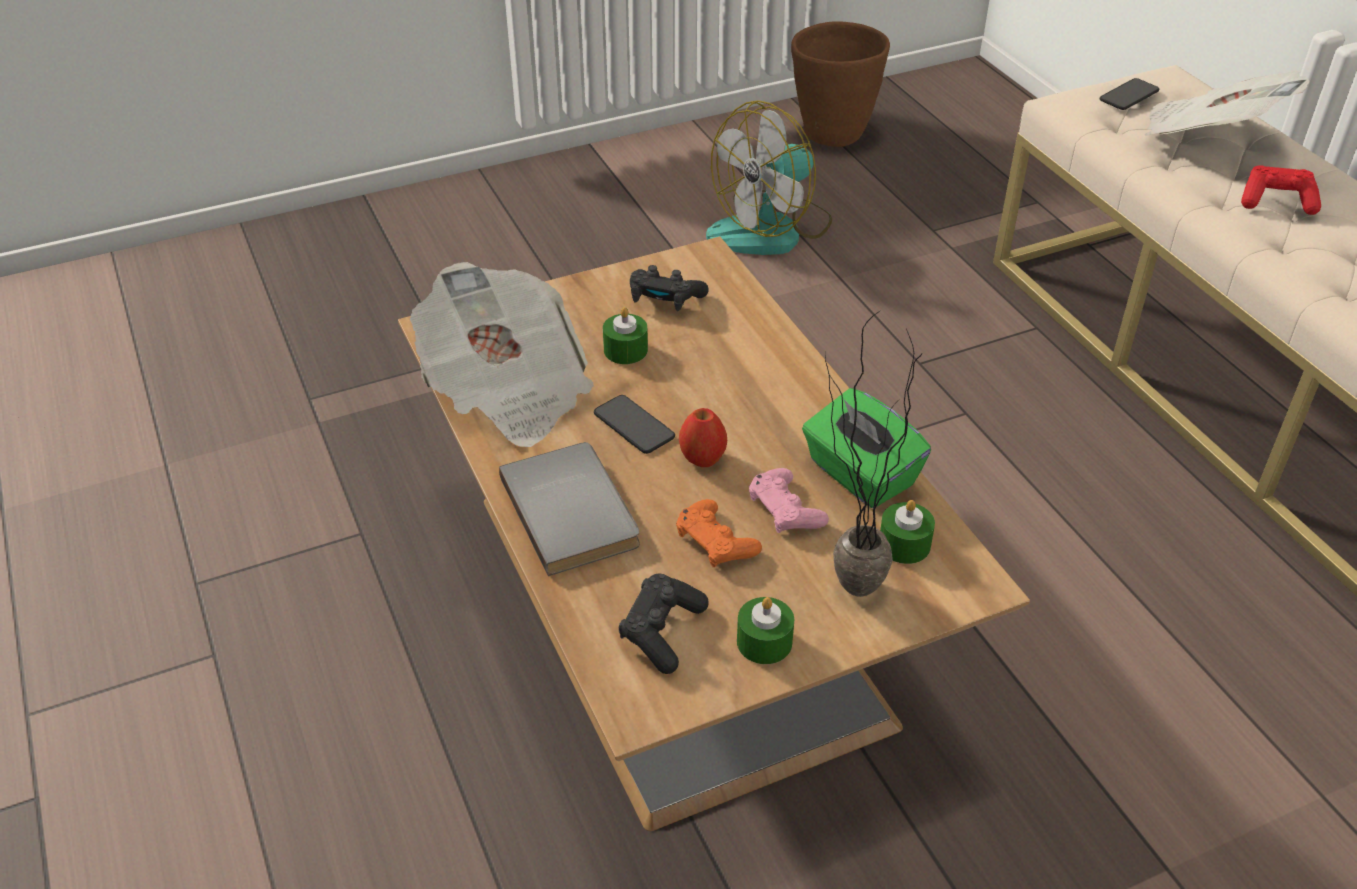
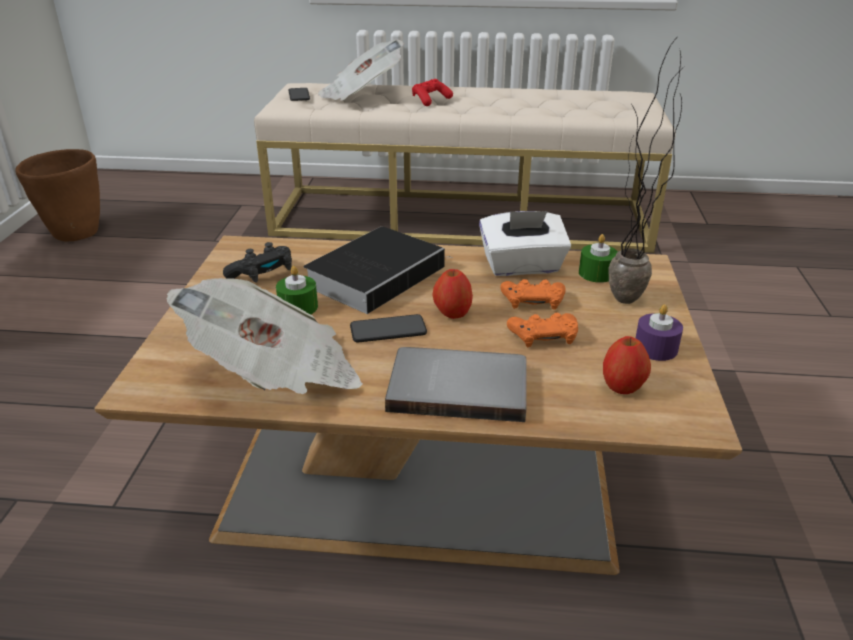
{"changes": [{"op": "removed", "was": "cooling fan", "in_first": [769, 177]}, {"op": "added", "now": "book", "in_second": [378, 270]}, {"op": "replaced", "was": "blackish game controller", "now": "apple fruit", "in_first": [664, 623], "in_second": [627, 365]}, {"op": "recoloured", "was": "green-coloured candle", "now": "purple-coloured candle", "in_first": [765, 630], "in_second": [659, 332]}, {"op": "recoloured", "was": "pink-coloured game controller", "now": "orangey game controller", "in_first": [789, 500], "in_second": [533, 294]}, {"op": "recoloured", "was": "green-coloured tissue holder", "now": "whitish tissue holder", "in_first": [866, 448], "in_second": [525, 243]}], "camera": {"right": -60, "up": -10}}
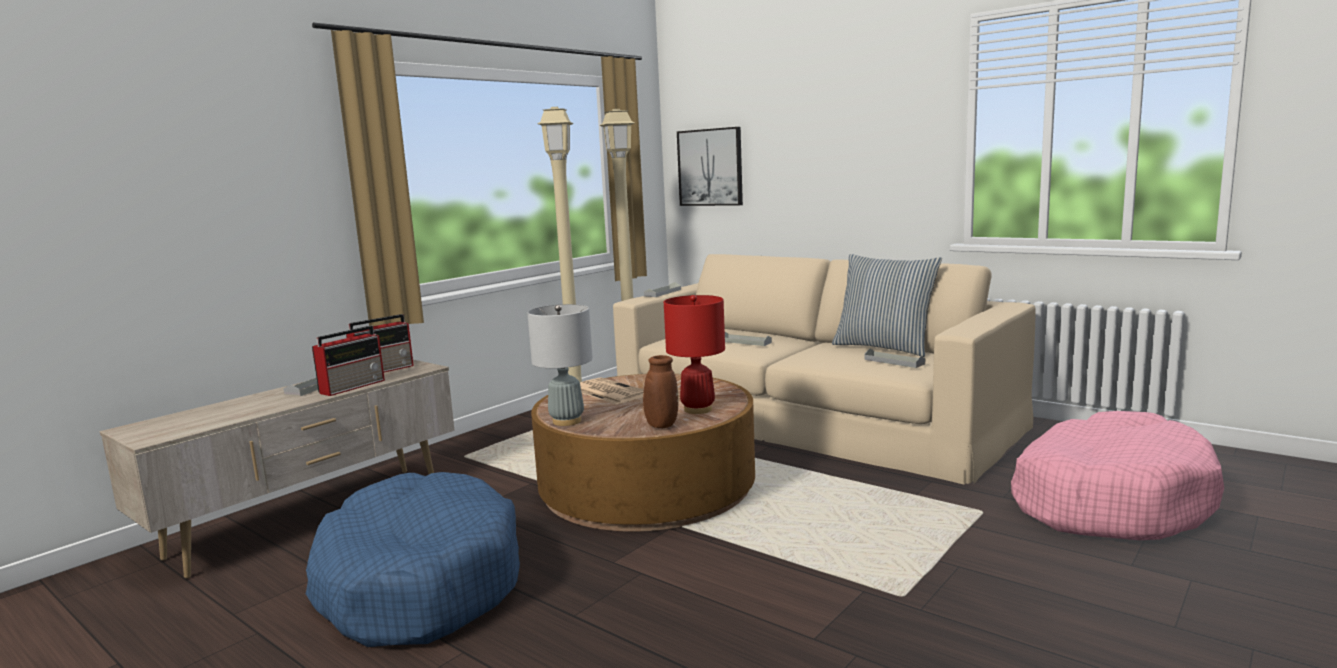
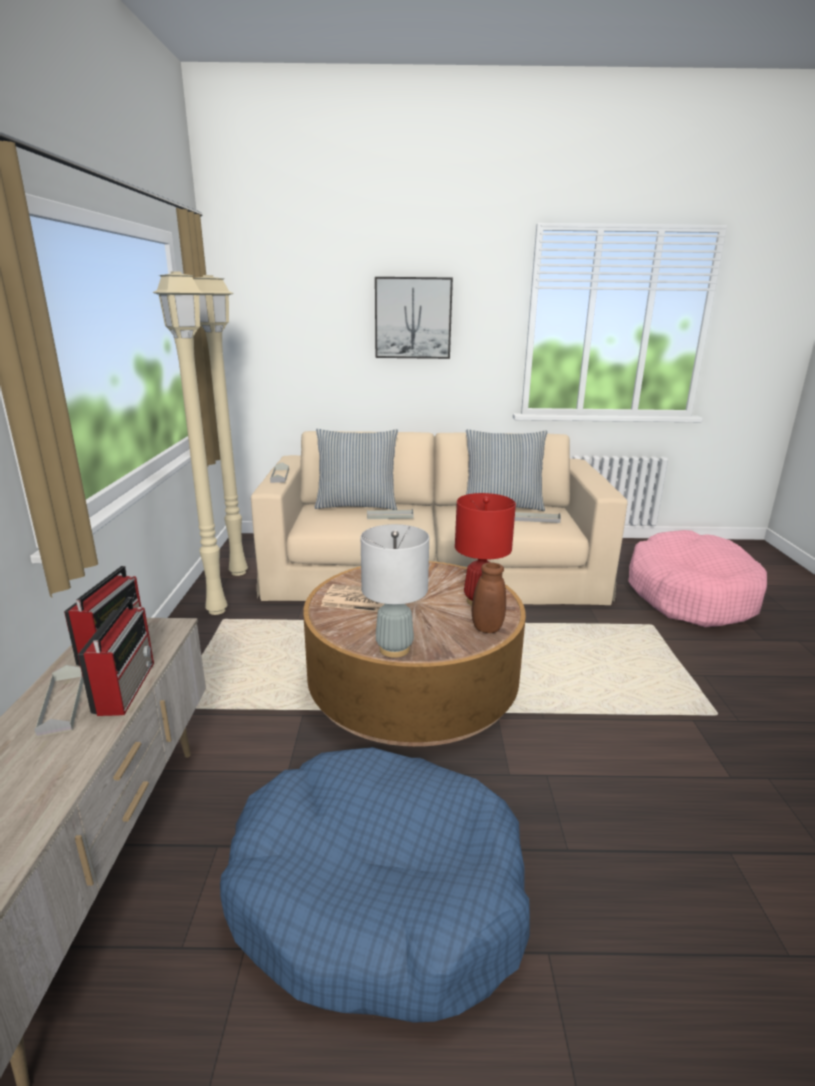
{"changes": [{"op": "added", "now": "cushion", "in_second": [356, 469]}, {"op": "moved", "was": "wall art", "in_first": [710, 166], "in_second": [414, 318]}], "camera": {"right": -40, "up": 10}}
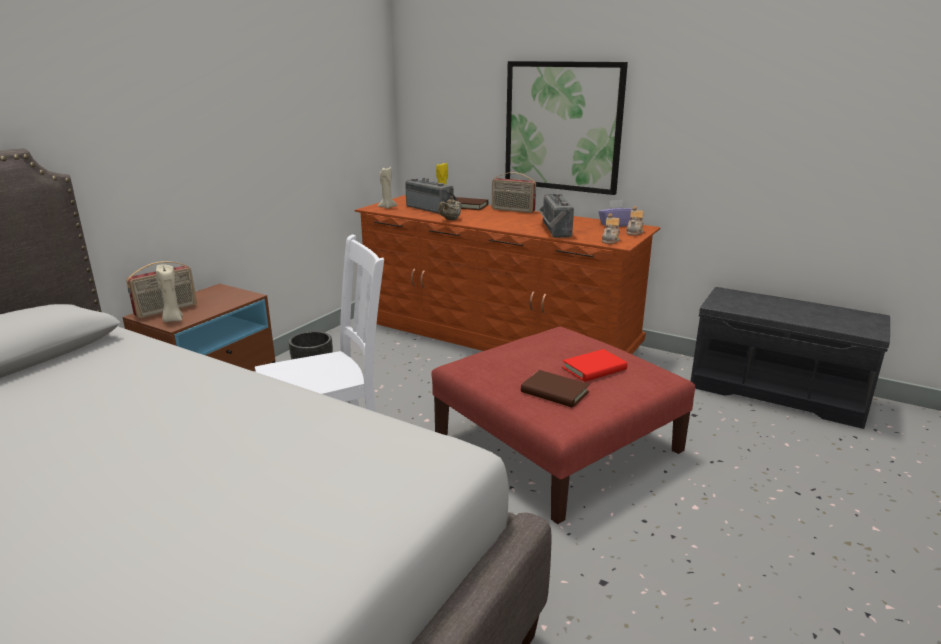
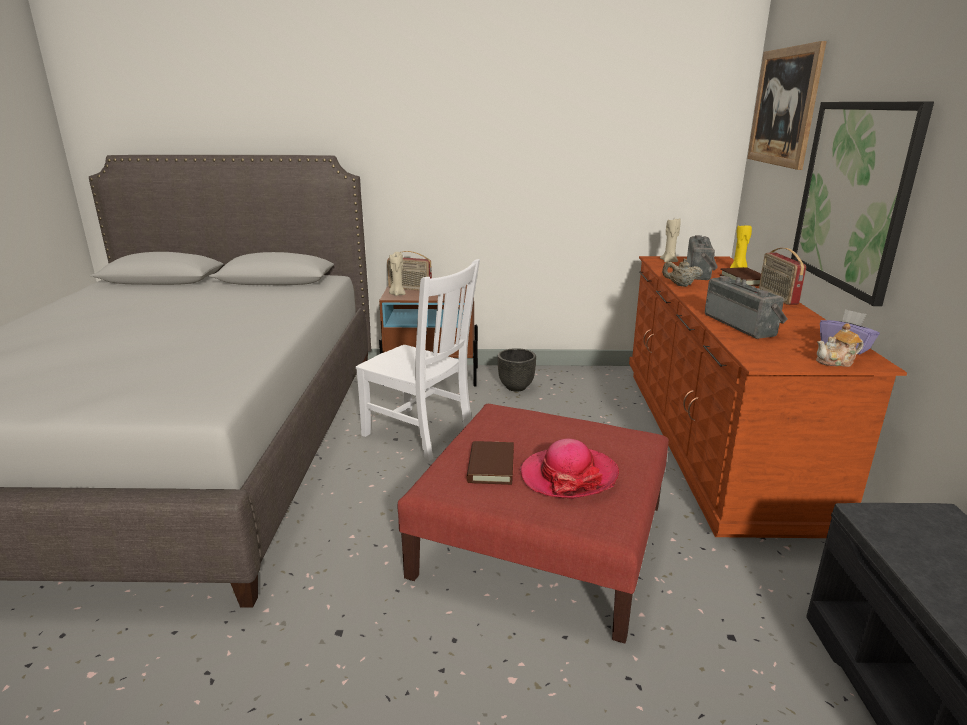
{"changes": [{"op": "removed", "was": "tea pot", "in_first": [611, 228]}, {"op": "added", "now": "wall art", "in_second": [787, 105]}, {"op": "replaced", "was": "red book", "now": "hat", "in_first": [595, 365], "in_second": [569, 469]}, {"op": "turned", "was": "radio receiver", "in_first": [556, 215], "in_second": [746, 307], "clockwise": 105}], "camera": {"right": 60, "up": 0}}
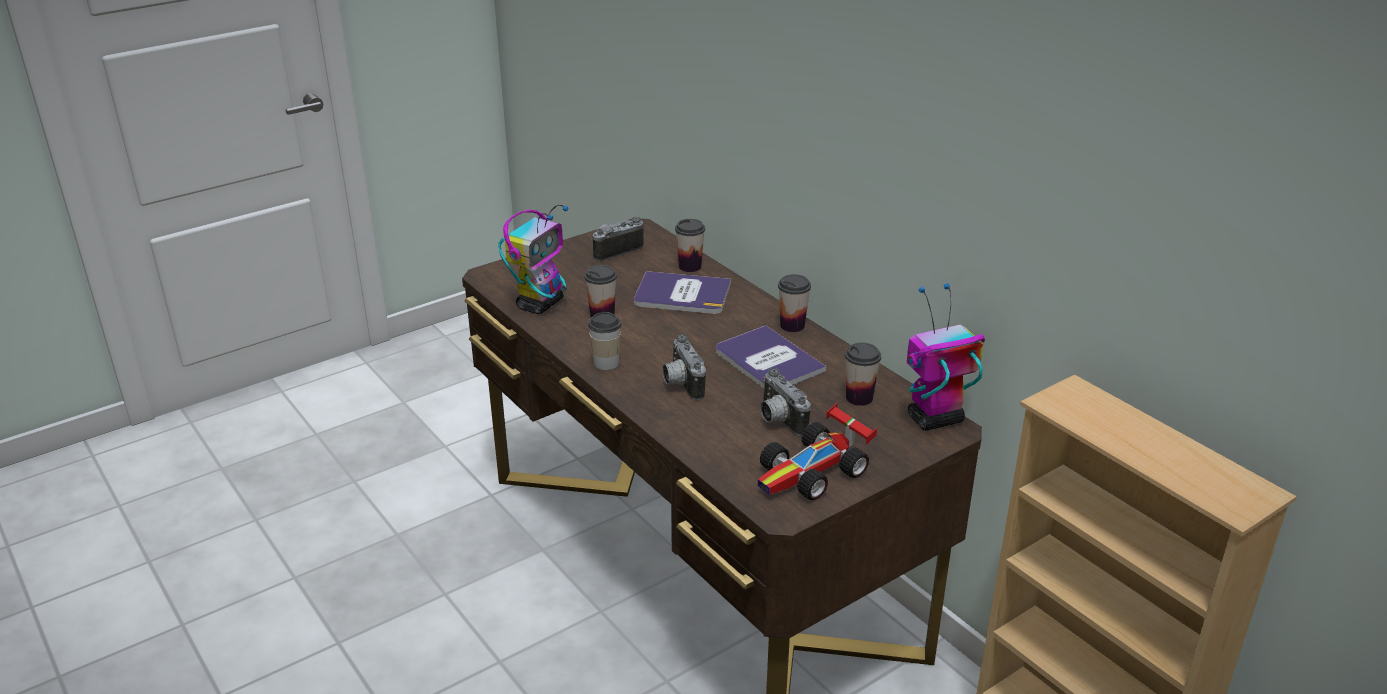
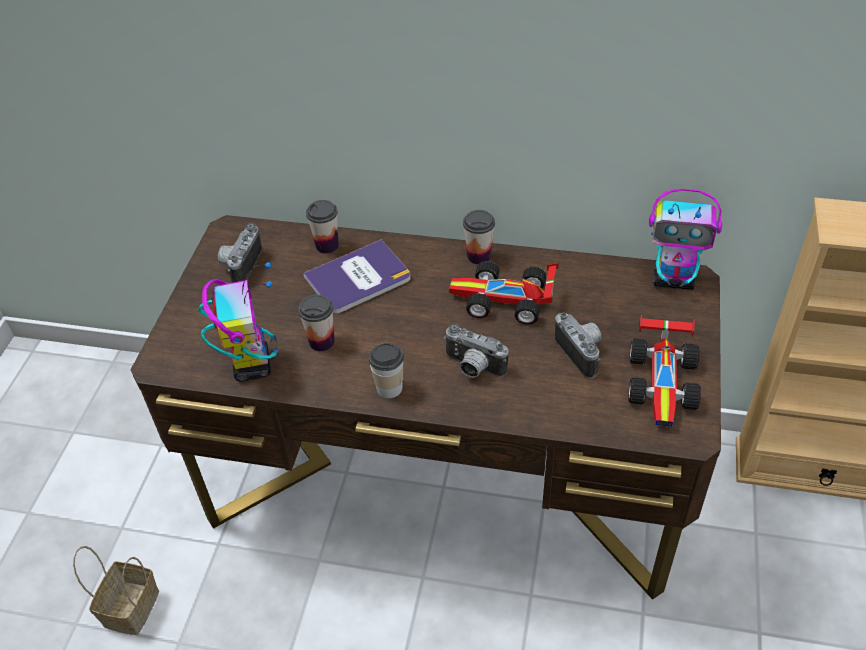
{"changes": [{"op": "removed", "was": "small cup", "in_first": [863, 374]}, {"op": "added", "now": "basket", "in_second": [116, 590]}, {"op": "replaced", "was": "book", "now": "model car", "in_first": [771, 357], "in_second": [504, 293]}, {"op": "turned", "was": "still camera", "in_first": [786, 402], "in_second": [578, 346], "clockwise": -135}, {"op": "turned", "was": "model robot", "in_first": [946, 356], "in_second": [685, 239], "clockwise": -105}], "camera": {"right": -40, "up": 15}}
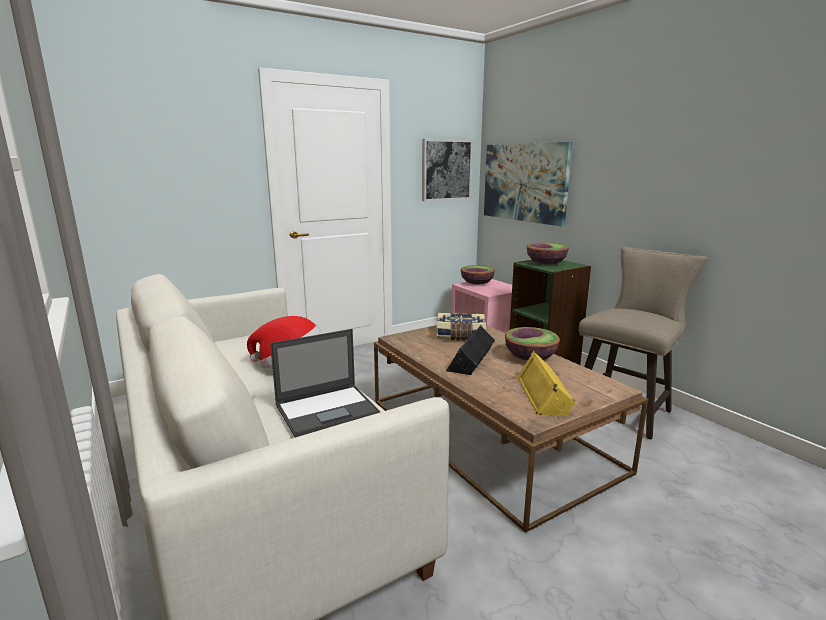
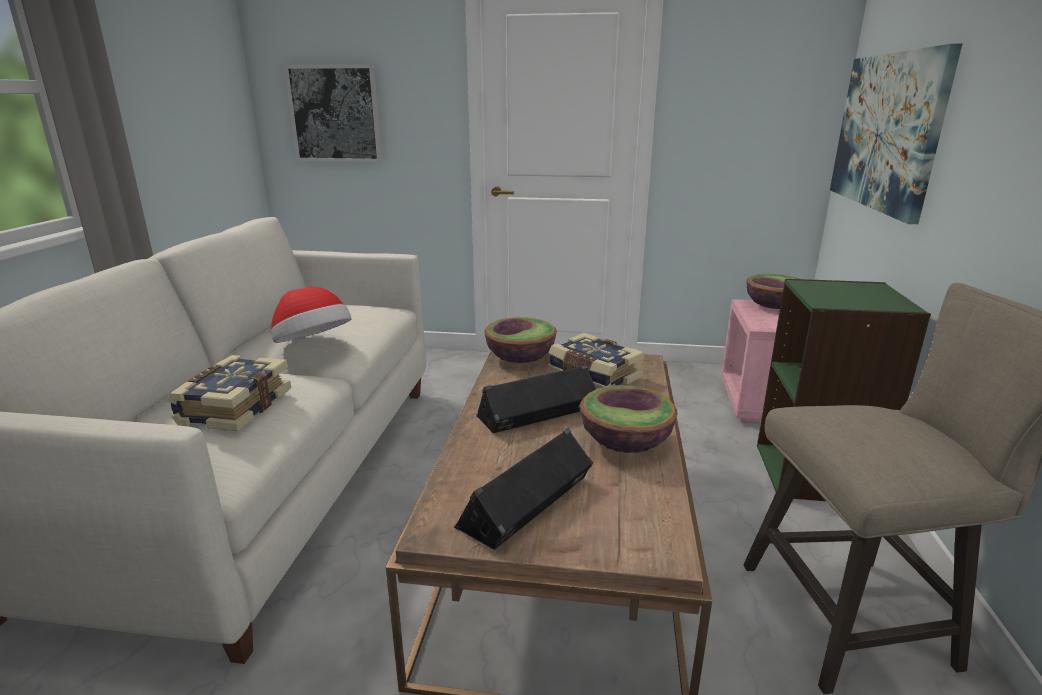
{"changes": [{"op": "moved", "was": "wall art", "in_first": [447, 170], "in_second": [333, 113]}, {"op": "moved", "was": "serving bowl", "in_first": [548, 253], "in_second": [520, 340]}, {"op": "replaced", "was": "portable computer", "now": "book", "in_first": [325, 383], "in_second": [229, 393]}, {"op": "recoloured", "was": "yellow-coloured audio speaker", "now": "blackish audio speaker", "in_first": [546, 383], "in_second": [523, 489]}], "camera": {"right": 40, "up": 5}}
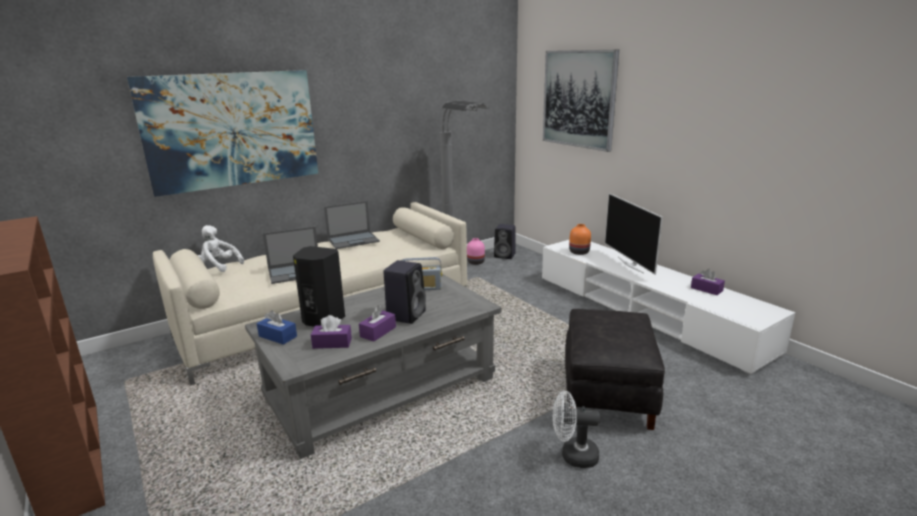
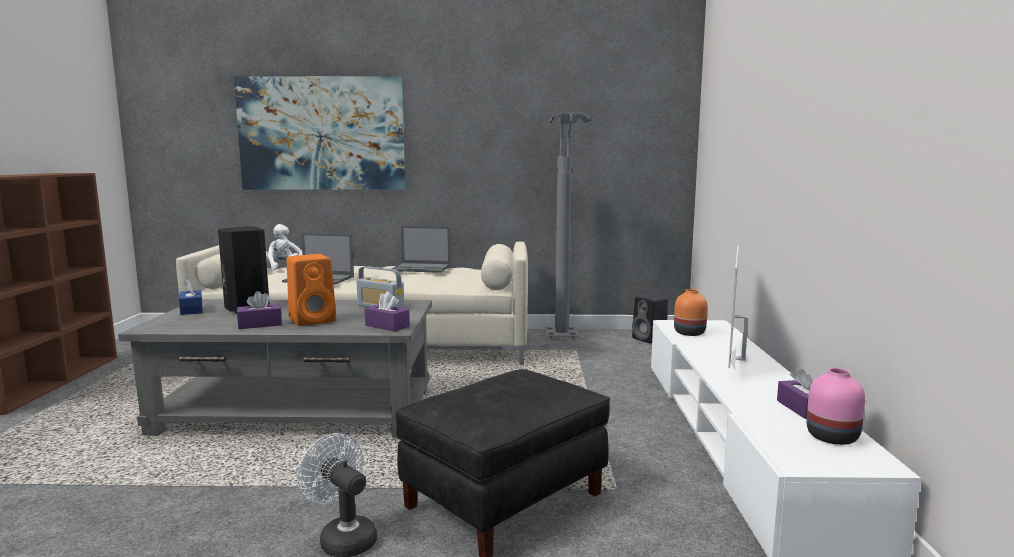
{"changes": [{"op": "removed", "was": "wall art", "in_first": [581, 101]}, {"op": "moved", "was": "purple-coloured tissue holder", "in_first": [331, 332], "in_second": [387, 312]}, {"op": "moved", "was": "pink-coloured flower vase", "in_first": [476, 251], "in_second": [835, 406]}, {"op": "recoloured", "was": "blackish audio speaker", "now": "orangey audio speaker", "in_first": [404, 292], "in_second": [311, 290]}], "camera": {"right": 35, "up": -10}}
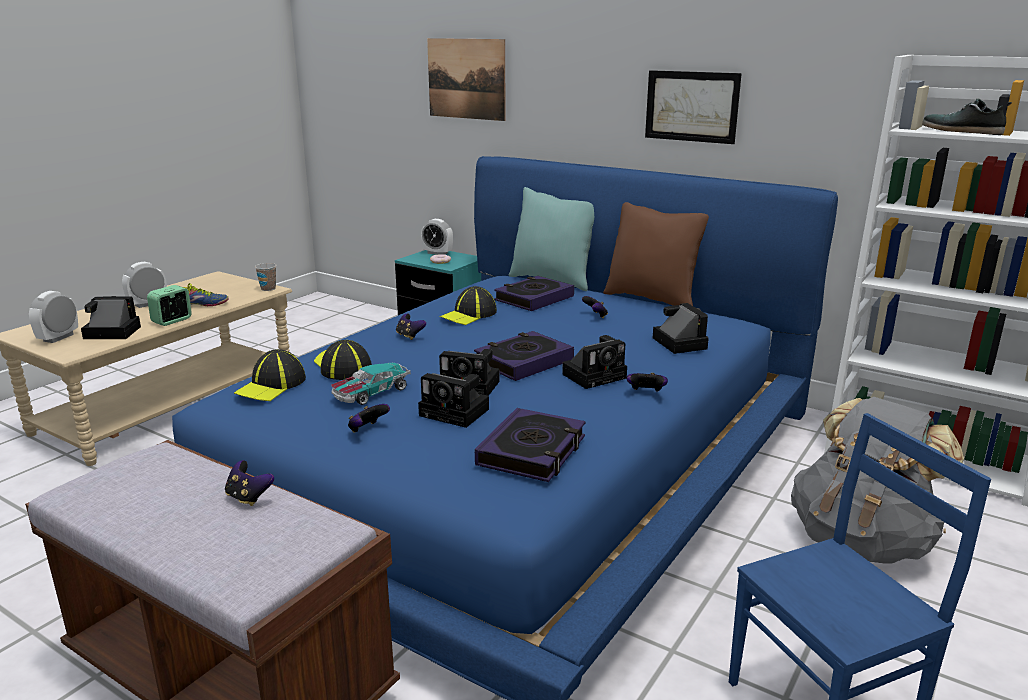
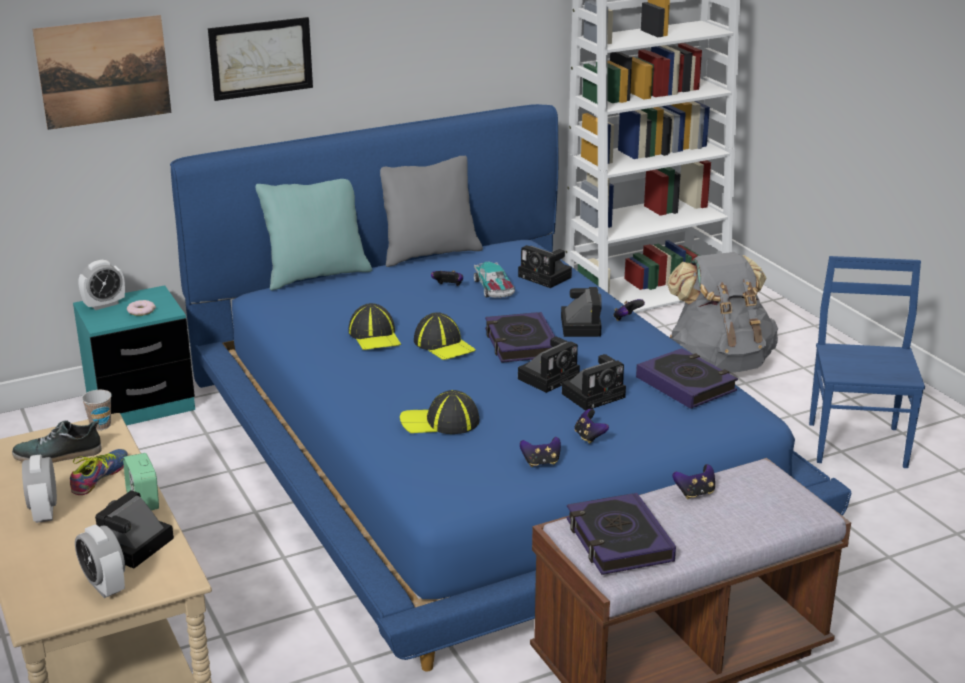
{"changes": [{"op": "moved", "was": "peaked cap", "in_first": [270, 375], "in_second": [445, 336]}, {"op": "moved", "was": "model car", "in_first": [371, 383], "in_second": [494, 280]}, {"op": "moved", "was": "game controller", "in_first": [411, 327], "in_second": [540, 452]}, {"op": "moved", "was": "book", "in_first": [534, 293], "in_second": [621, 534]}, {"op": "moved", "was": "wall art", "in_first": [693, 107], "in_second": [260, 59]}, {"op": "moved", "was": "item of footwear", "in_first": [967, 116], "in_second": [57, 441]}, {"op": "recoloured", "was": "brownish cushion", "now": "greyish cushion", "in_first": [656, 254], "in_second": [431, 211]}, {"op": "turned", "was": "still camera", "in_first": [681, 328], "in_second": [545, 266], "clockwise": -150}], "camera": {"right": -60, "up": 5}}
